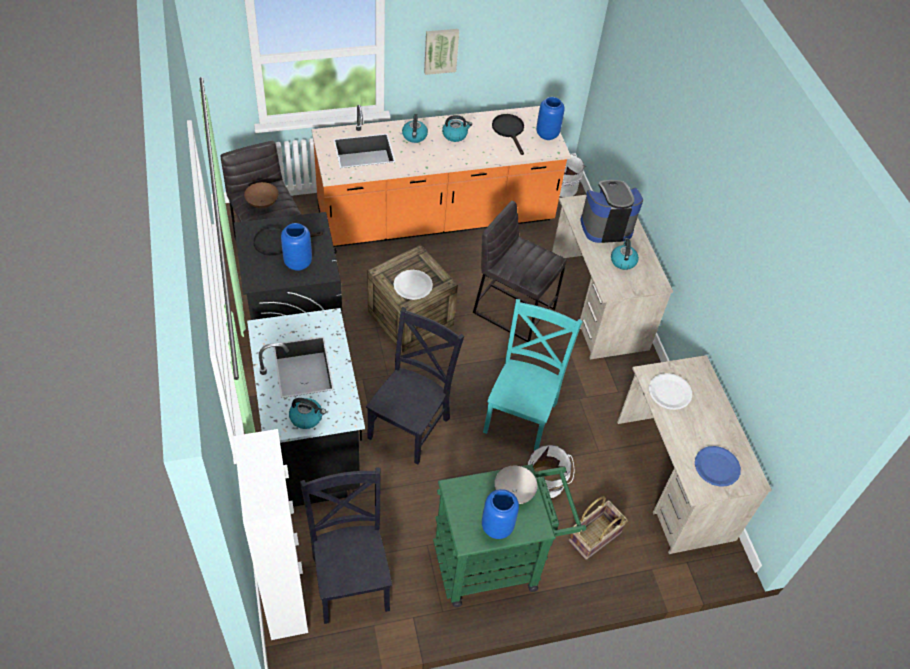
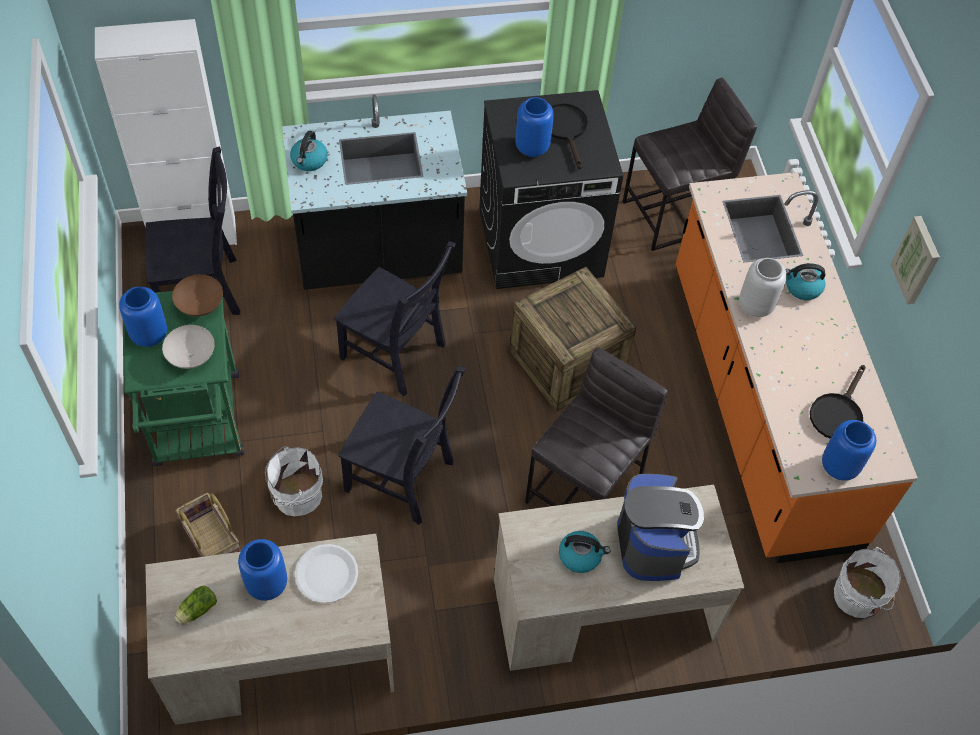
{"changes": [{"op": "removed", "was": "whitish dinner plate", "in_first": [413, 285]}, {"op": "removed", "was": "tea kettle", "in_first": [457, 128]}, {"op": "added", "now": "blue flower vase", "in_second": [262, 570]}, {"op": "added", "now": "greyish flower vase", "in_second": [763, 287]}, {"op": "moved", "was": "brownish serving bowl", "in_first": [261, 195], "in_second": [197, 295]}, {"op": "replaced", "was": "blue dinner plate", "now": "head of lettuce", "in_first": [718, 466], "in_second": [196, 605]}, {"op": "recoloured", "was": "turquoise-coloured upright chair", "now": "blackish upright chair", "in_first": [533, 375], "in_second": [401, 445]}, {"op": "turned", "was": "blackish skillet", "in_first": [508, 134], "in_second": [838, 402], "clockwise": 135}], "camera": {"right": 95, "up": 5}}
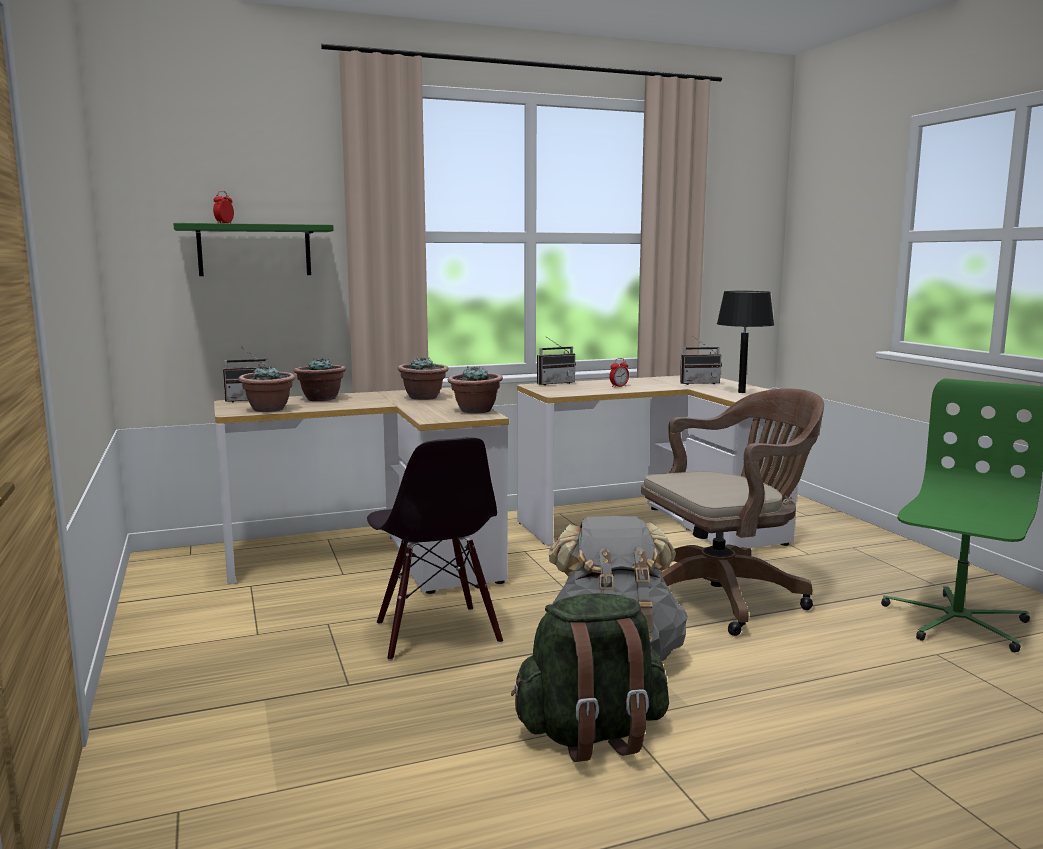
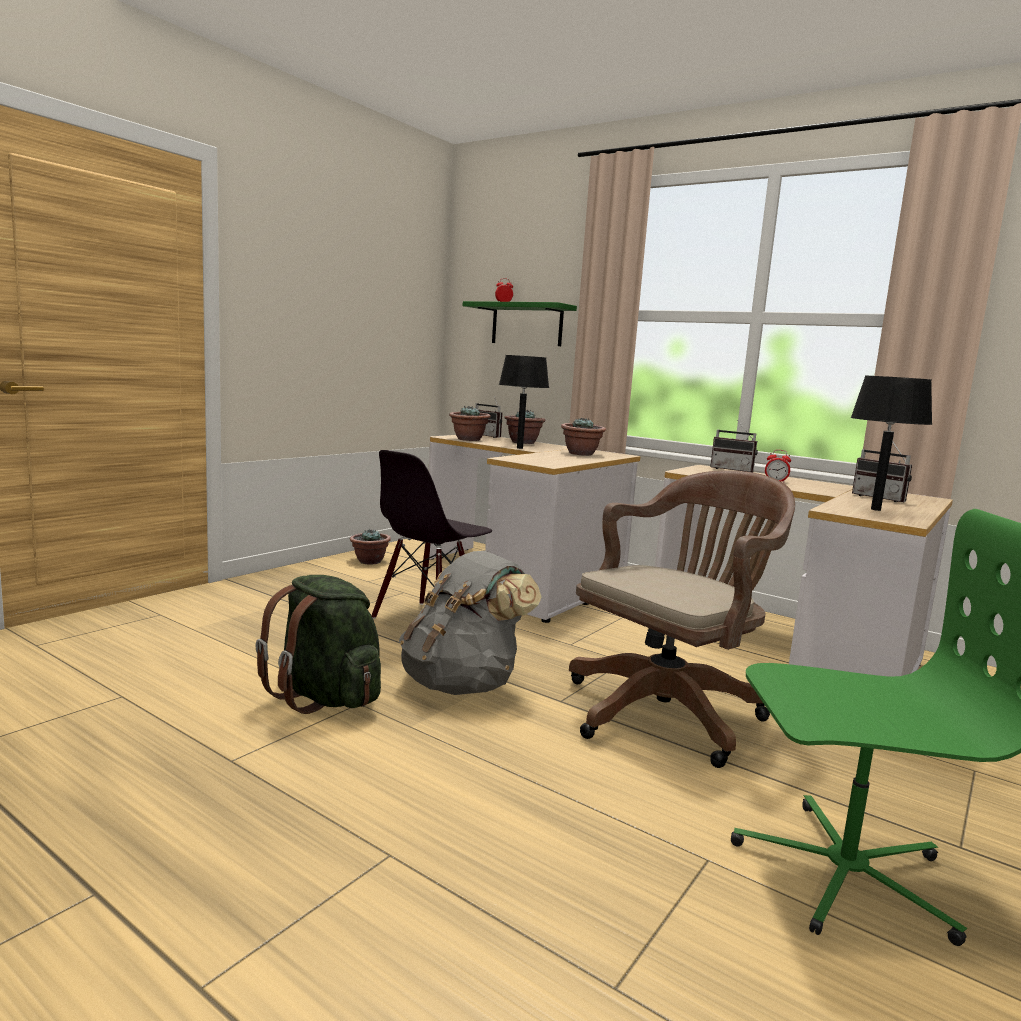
{"changes": [{"op": "added", "now": "blackish lamp for a table", "in_second": [524, 402]}, {"op": "moved", "was": "plant in a pot", "in_first": [475, 389], "in_second": [370, 547]}, {"op": "turned", "was": "brownish desk chair", "in_first": [732, 512], "in_second": [682, 619], "clockwise": -75}], "camera": {"right": 55, "up": 0}}
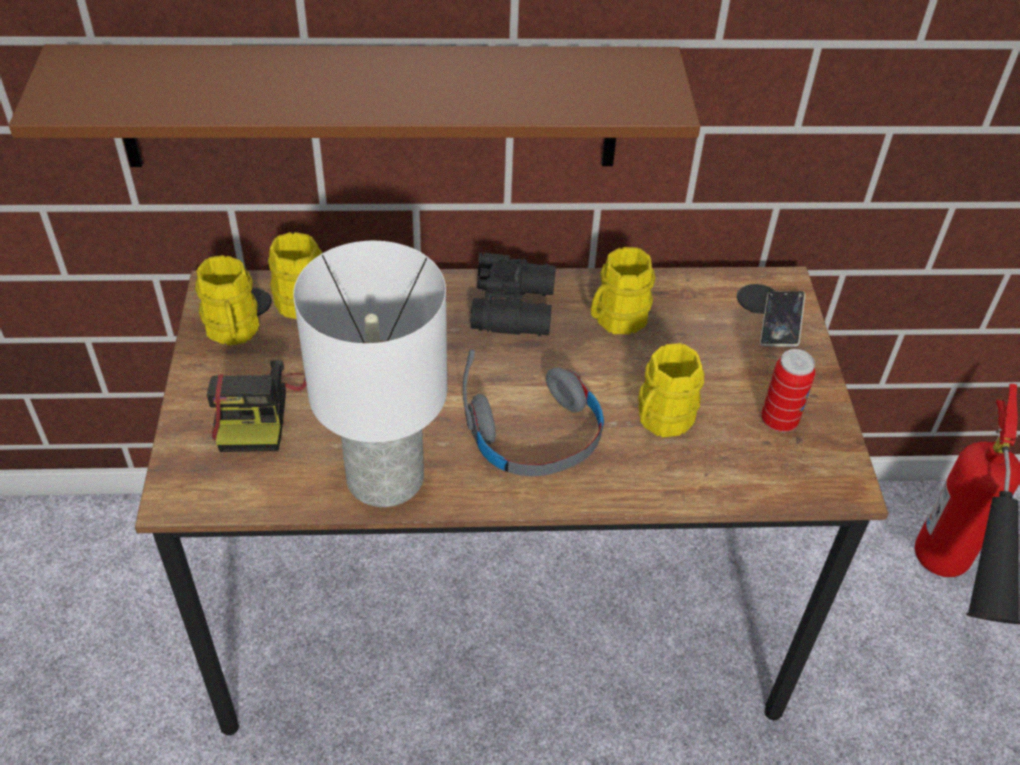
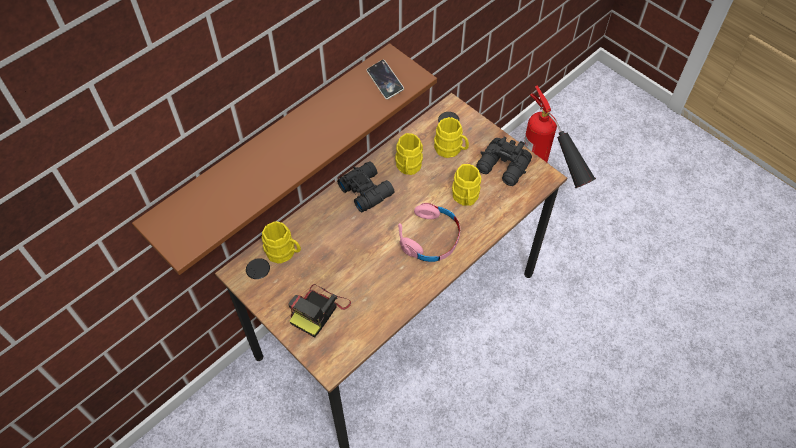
{"changes": [{"op": "removed", "was": "whitish lamp for a table", "in_first": [370, 374]}, {"op": "moved", "was": "yellow-coloured mug", "in_first": [227, 300], "in_second": [451, 137]}, {"op": "moved", "was": "handset", "in_first": [782, 319], "in_second": [385, 79]}, {"op": "replaced", "was": "metal can", "now": "blackish binoculars", "in_first": [788, 390], "in_second": [504, 161]}, {"op": "recoloured", "was": "greyish pair of headphones", "now": "pink-coloured pair of headphones", "in_first": [533, 412], "in_second": [429, 232]}, {"op": "turned", "was": "still camera", "in_first": [256, 406], "in_second": [319, 311], "clockwise": 75}], "camera": {"right": -40, "up": 10}}
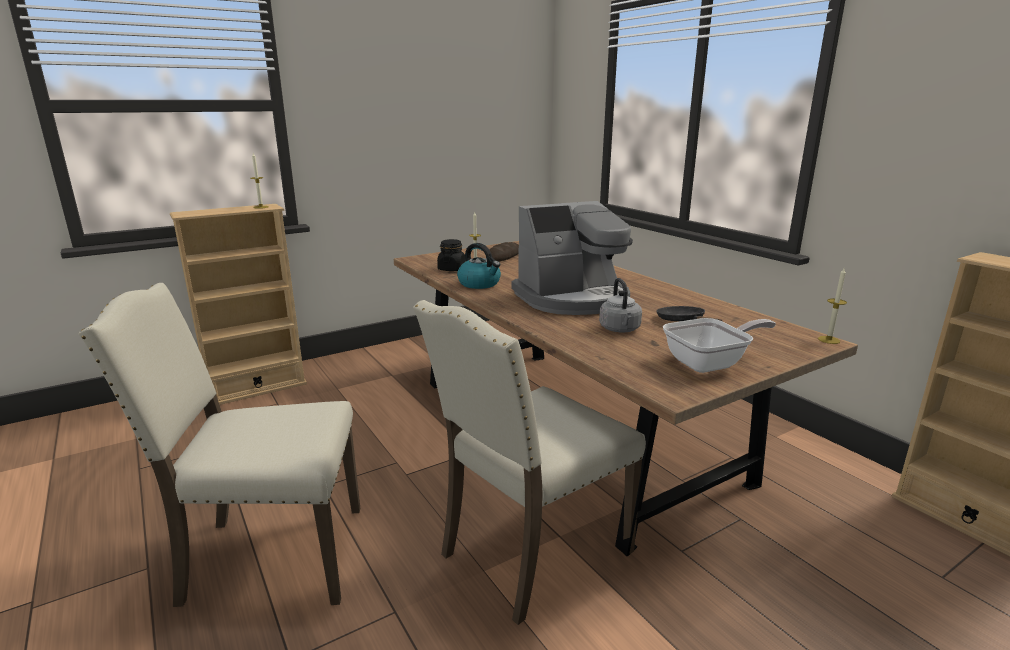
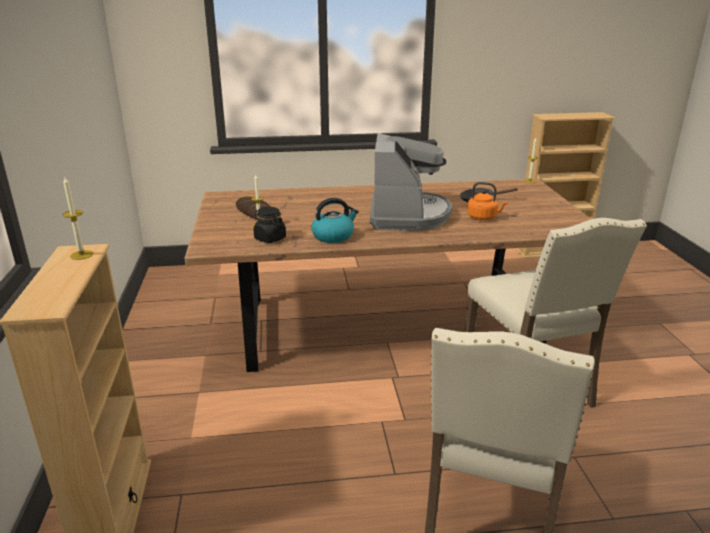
{"changes": [{"op": "removed", "was": "skillet", "in_first": [719, 345]}, {"op": "recoloured", "was": "greyish tea kettle", "now": "orangey tea kettle", "in_first": [620, 305], "in_second": [487, 201]}], "camera": {"right": -65, "up": 5}}
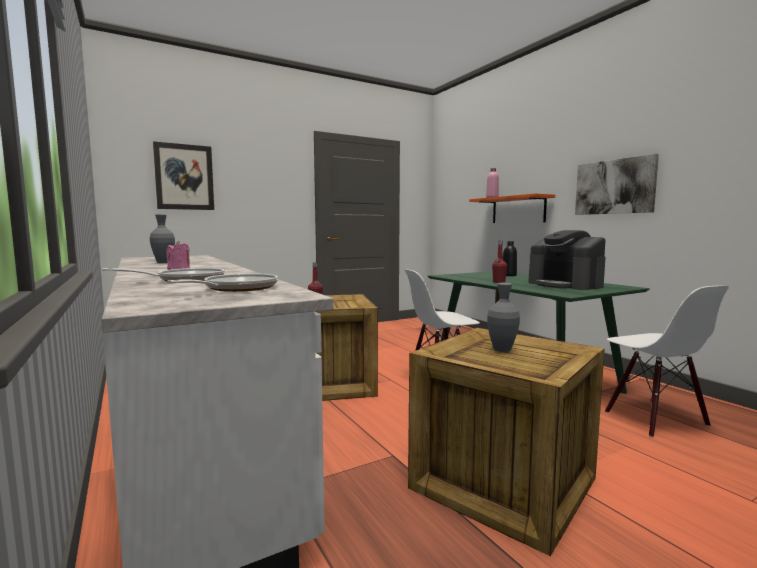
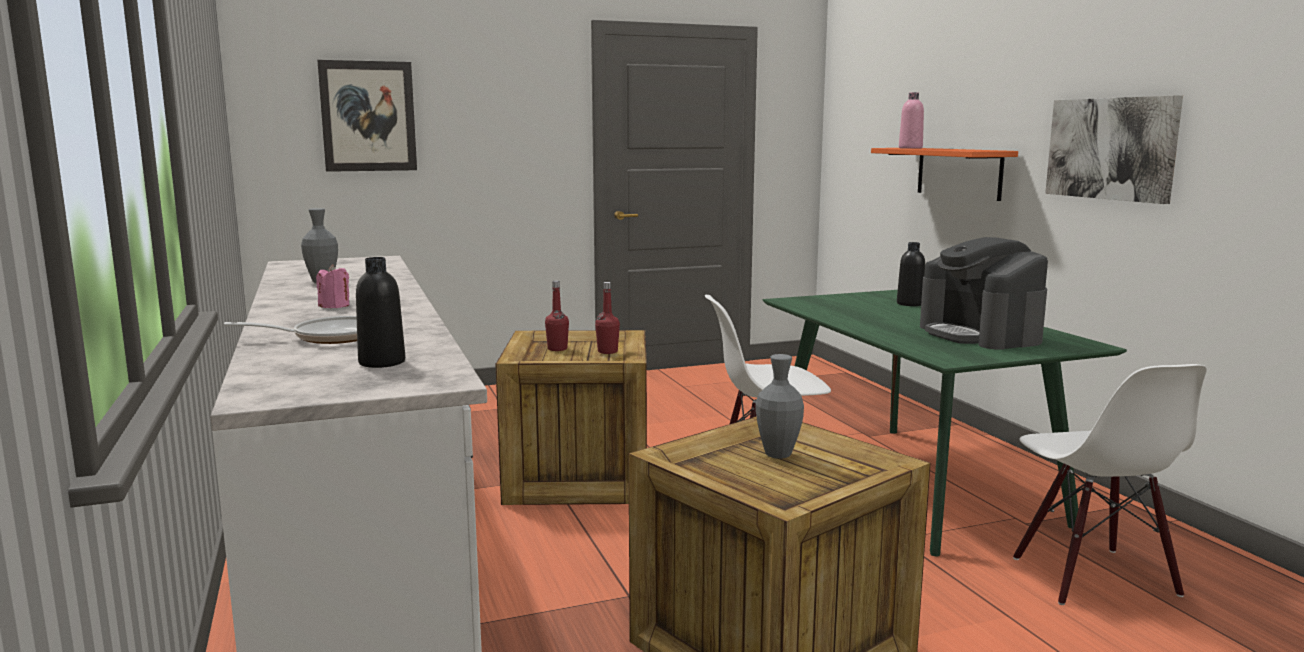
{"changes": [{"op": "moved", "was": "red beverage bottle", "in_first": [499, 262], "in_second": [607, 318]}, {"op": "replaced", "was": "skillet", "now": "blackish beverage bottle", "in_first": [222, 282], "in_second": [380, 312]}], "camera": {"right": 10, "up": 5}}
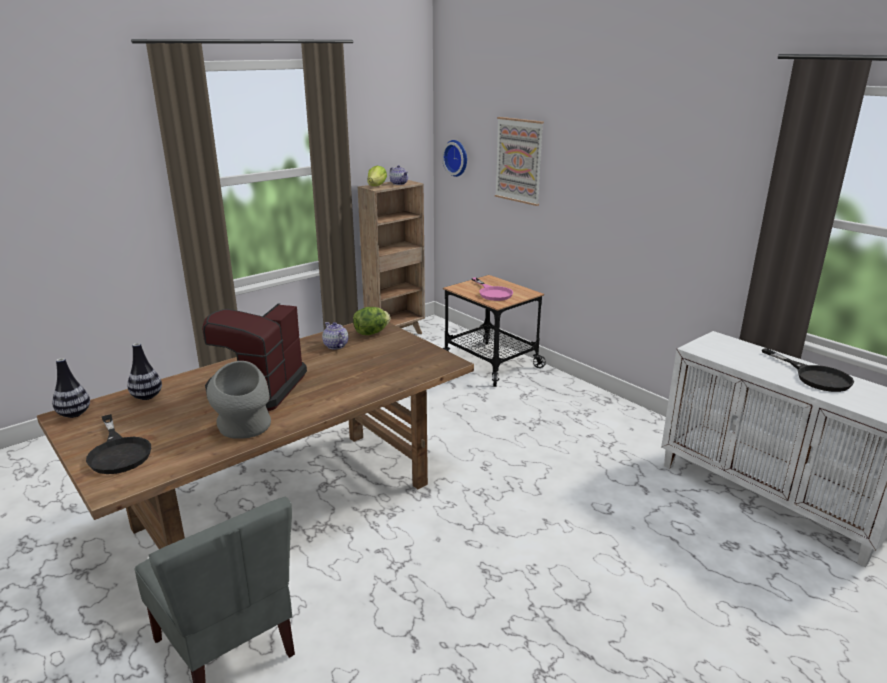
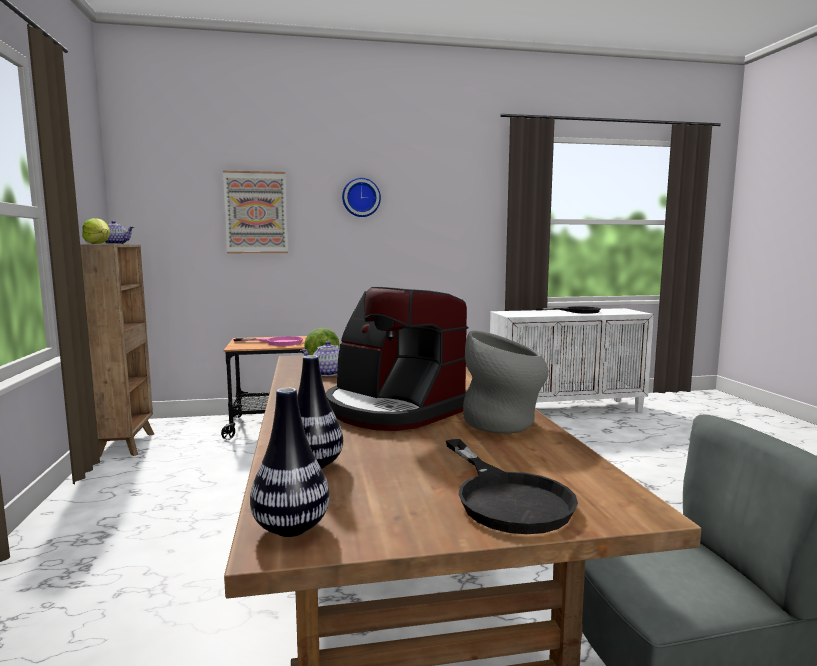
{"changes": [{"op": "moved", "was": "hanging clock", "in_first": [454, 158], "in_second": [361, 197]}, {"op": "turned", "was": "blackish skillet", "in_first": [118, 444], "in_second": [512, 486], "clockwise": 75}], "camera": {"right": -60, "up": -15}}
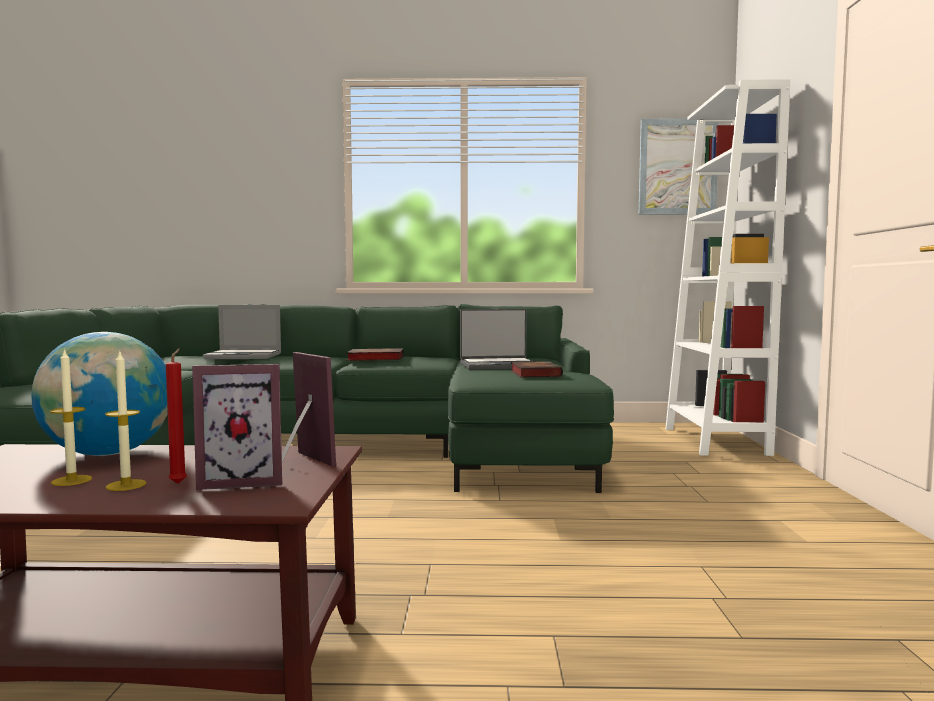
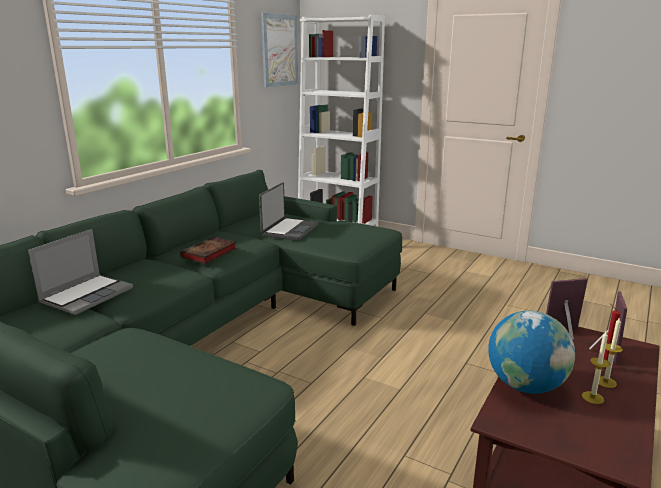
{"changes": [{"op": "removed", "was": "book", "in_first": [537, 369]}], "camera": {"right": -60, "up": 15}}
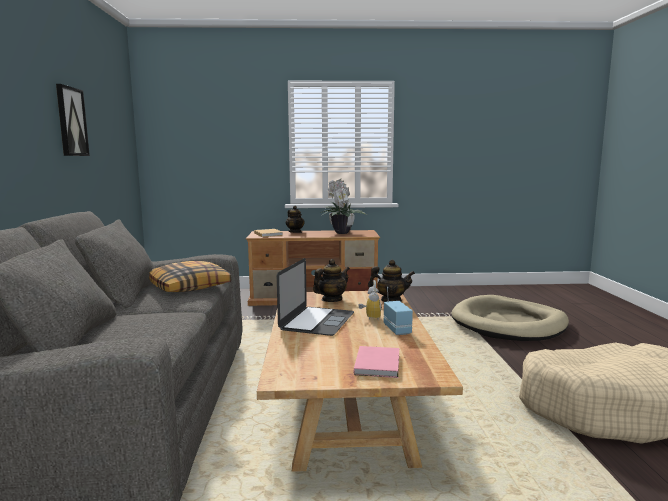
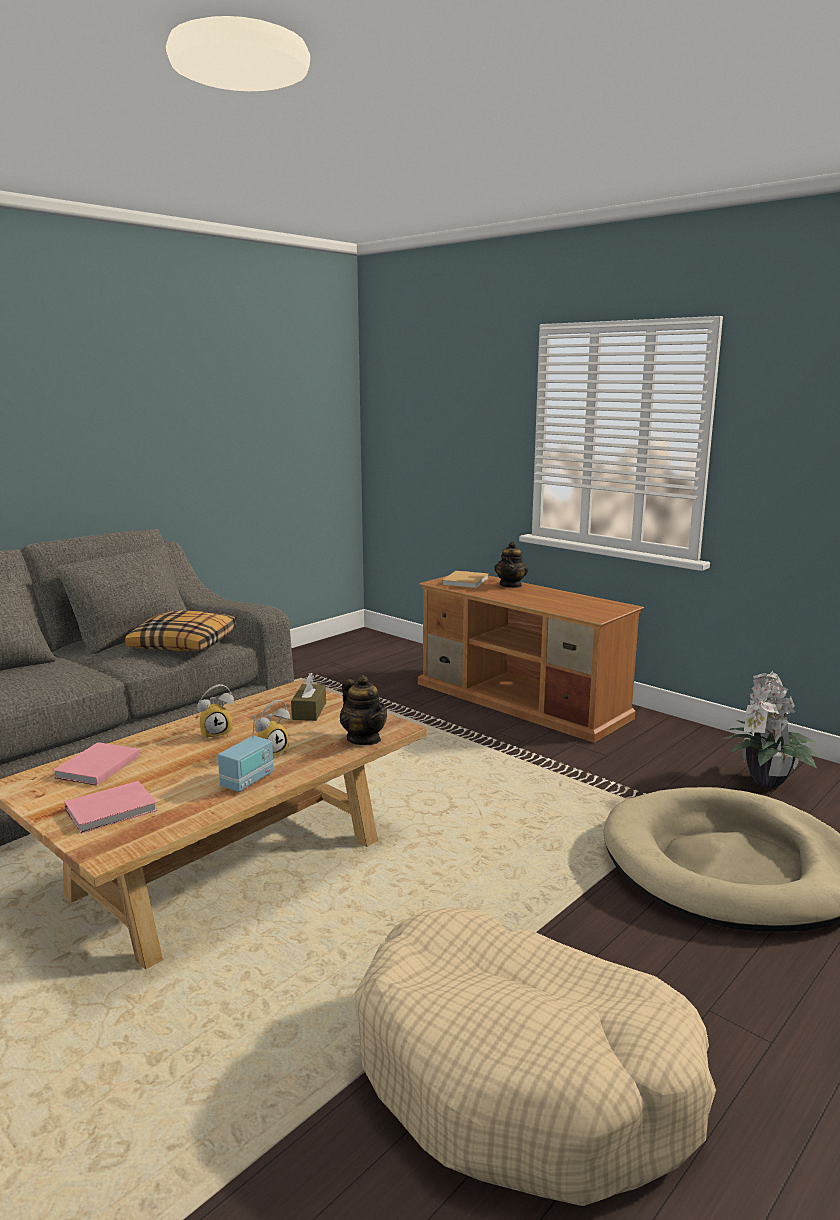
{"changes": [{"op": "removed", "was": "wall art", "in_first": [73, 120]}, {"op": "added", "now": "pink-coloured book", "in_second": [96, 763]}, {"op": "moved", "was": "plant in a pot", "in_first": [344, 206], "in_second": [770, 729]}, {"op": "replaced", "was": "portable computer", "now": "alarm clock", "in_first": [315, 297], "in_second": [215, 712]}, {"op": "replaced", "was": "tea pot", "now": "brownish tissue holder", "in_first": [331, 280], "in_second": [308, 697]}], "camera": {"right": 45, "up": 5}}
